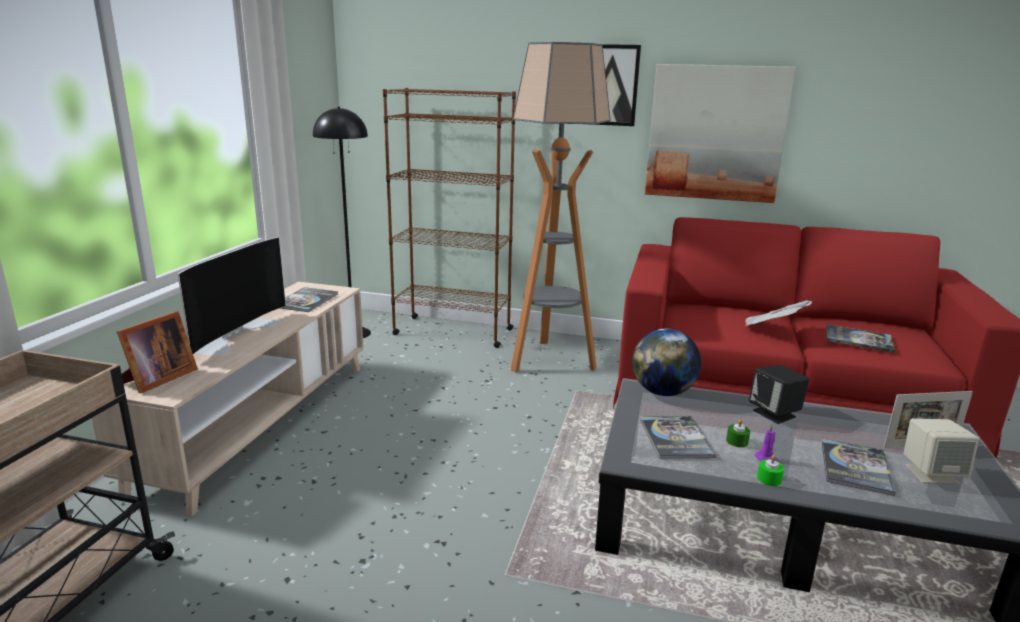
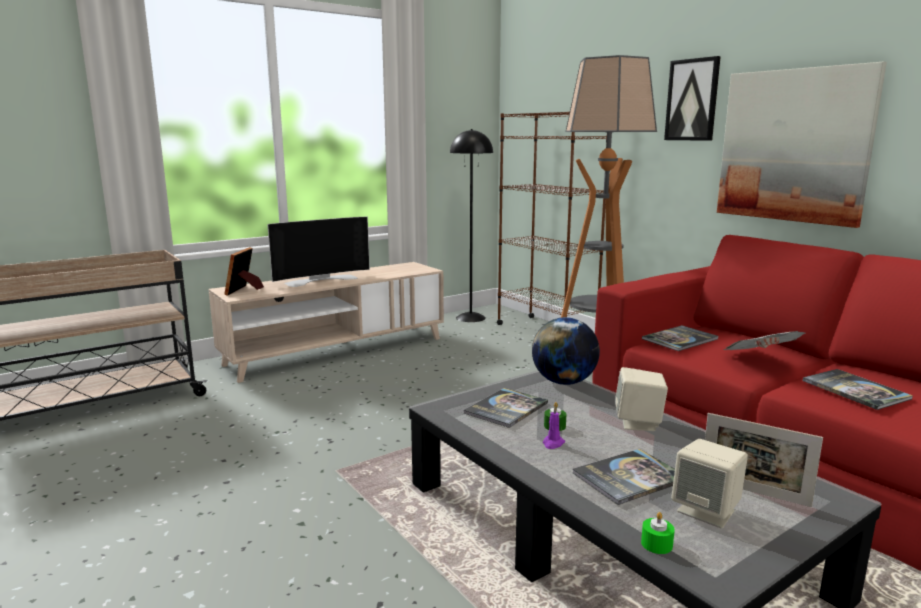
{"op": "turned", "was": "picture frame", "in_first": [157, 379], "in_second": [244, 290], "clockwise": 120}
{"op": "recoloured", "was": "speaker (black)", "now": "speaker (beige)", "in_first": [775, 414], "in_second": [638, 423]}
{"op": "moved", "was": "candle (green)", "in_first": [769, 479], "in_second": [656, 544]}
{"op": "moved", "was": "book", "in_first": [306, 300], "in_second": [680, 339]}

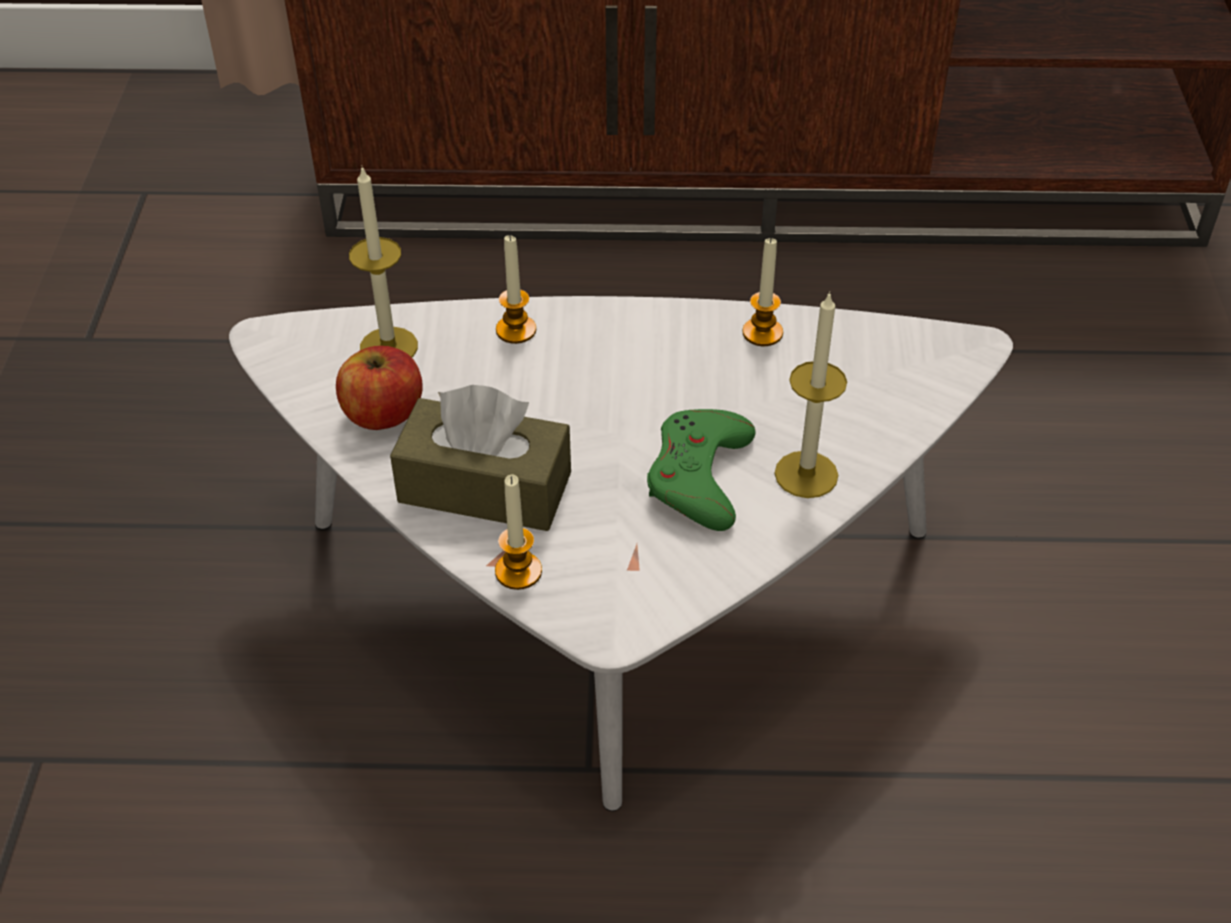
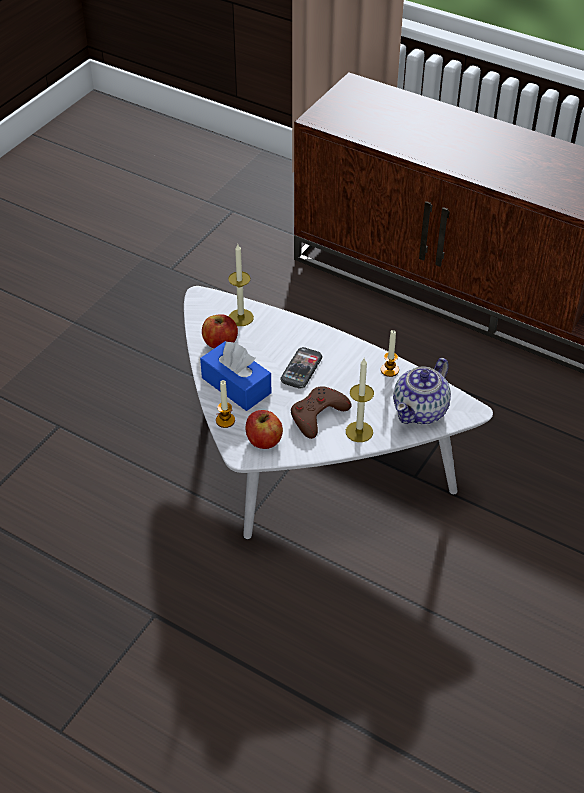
{"op": "recoloured", "was": "tissue box (brown)", "now": "tissue box (blue)", "in_first": [485, 487], "in_second": [236, 385]}
{"op": "added", "now": "apple", "in_second": [264, 440]}
{"op": "added", "now": "phone", "in_second": [301, 369]}
{"op": "recoloured", "was": "game controller (green)", "now": "game controller (brown)", "in_first": [699, 476], "in_second": [318, 415]}
{"op": "added", "now": "teapot", "in_second": [421, 410]}
{"op": "removed", "was": "candle", "in_first": [516, 330]}

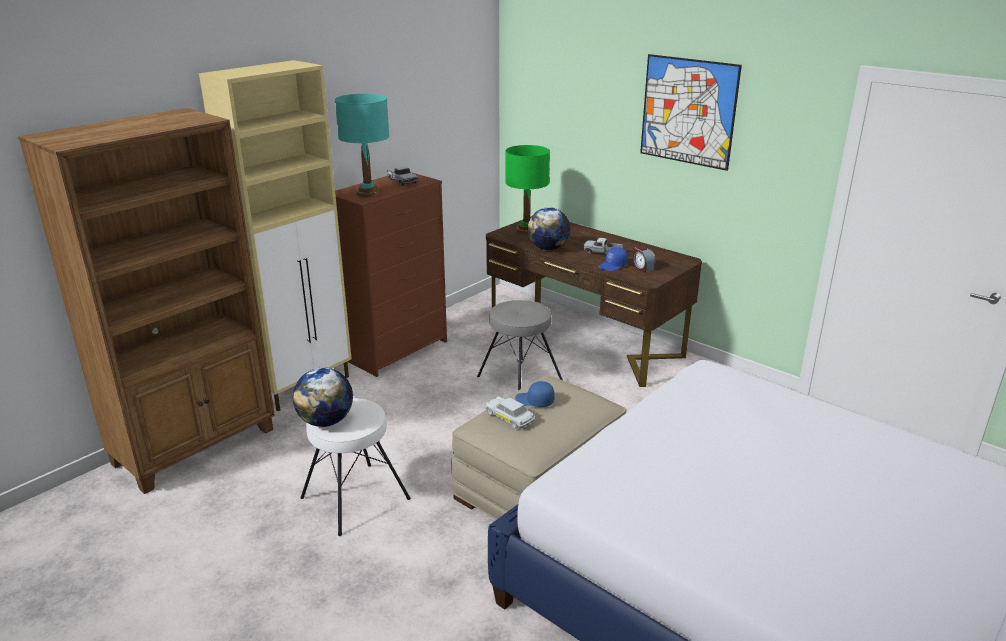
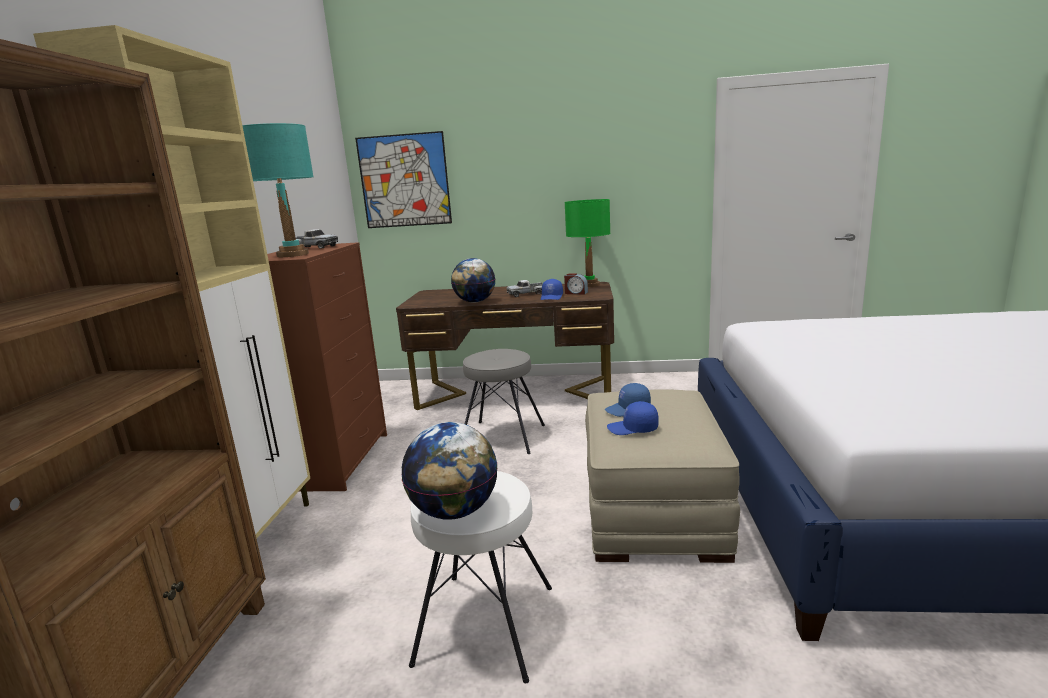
{"op": "moved", "was": "picture", "in_first": [688, 111], "in_second": [404, 181]}
{"op": "moved", "was": "table lamp (green)", "in_first": [526, 230], "in_second": [589, 285]}
{"op": "replaced", "was": "toy car (white)", "now": "cap (blue)", "in_first": [509, 418], "in_second": [633, 429]}

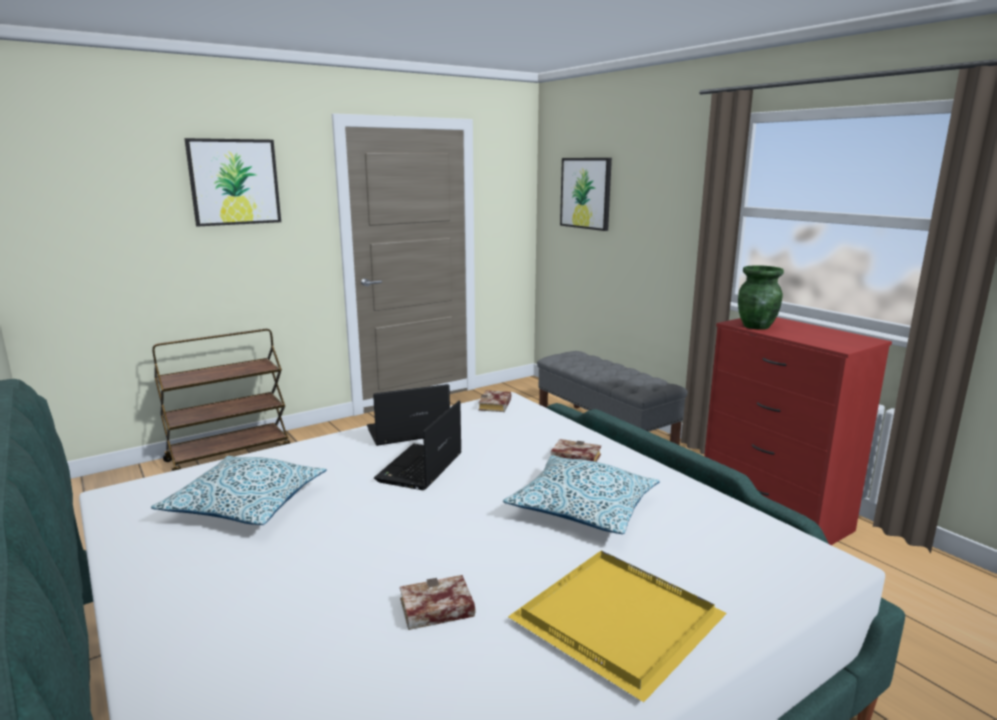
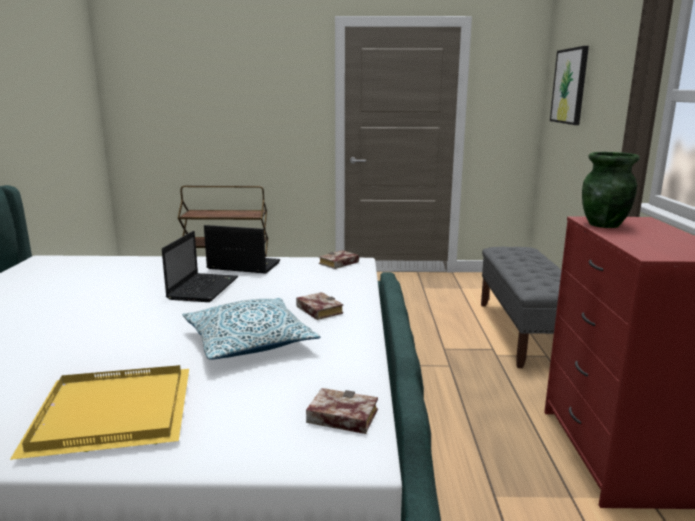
{"op": "turned", "was": "laptop", "in_first": [420, 469], "in_second": [203, 288], "clockwise": 135}
{"op": "moved", "was": "book", "in_first": [434, 611], "in_second": [339, 417]}
{"op": "removed", "was": "pillow", "in_first": [245, 505]}
{"op": "removed", "was": "picture", "in_first": [234, 182]}

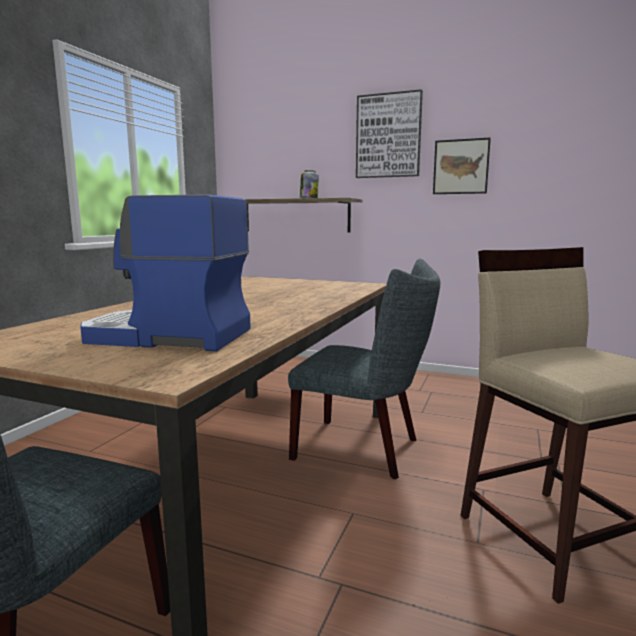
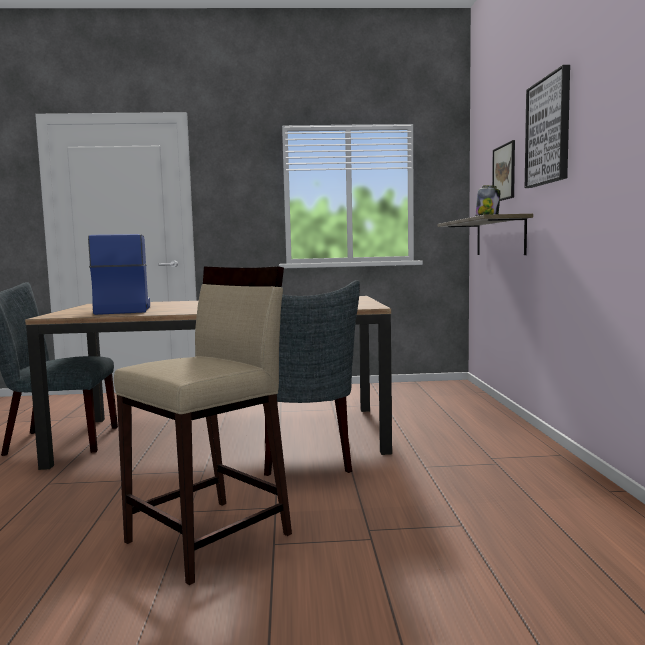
{"op": "moved", "was": "picture", "in_first": [461, 166], "in_second": [504, 172]}

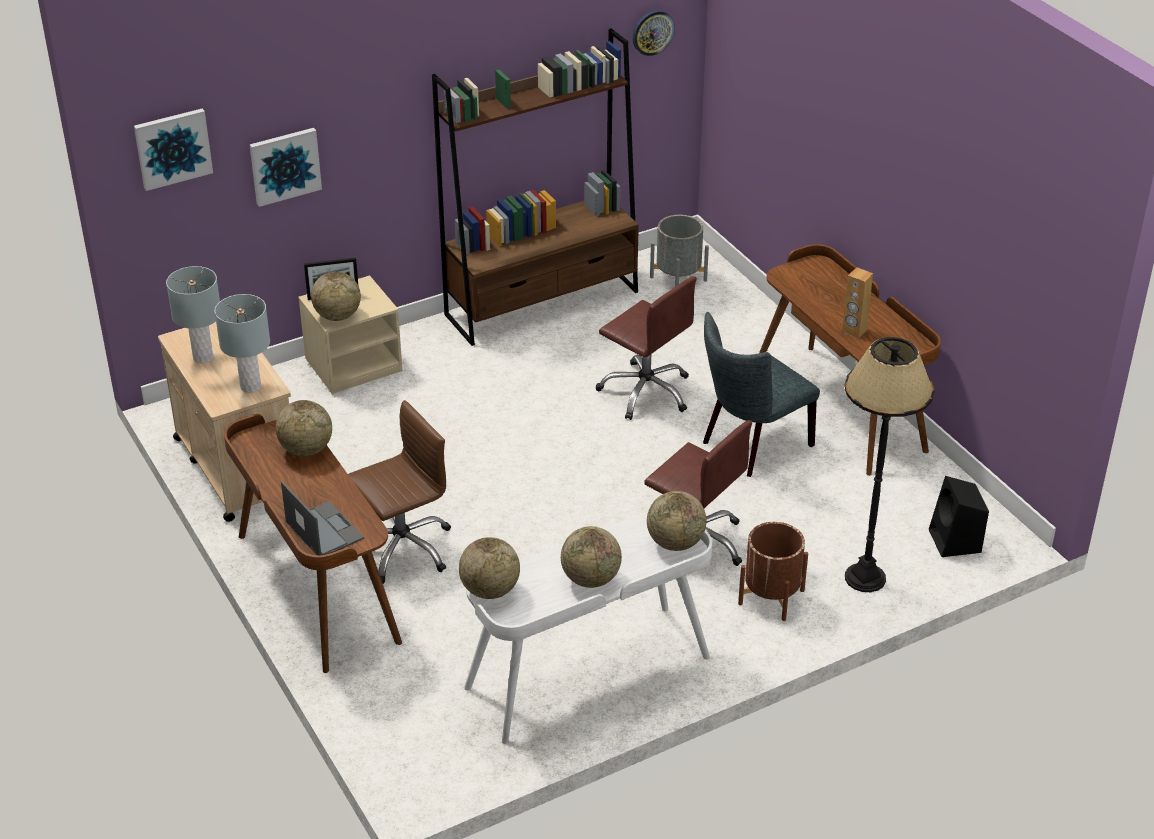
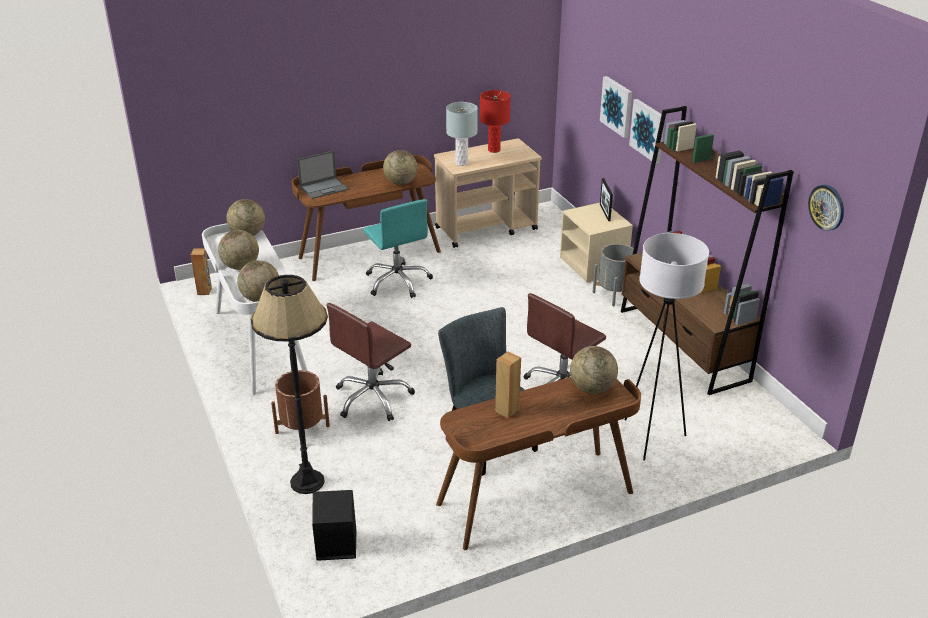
{"op": "added", "now": "speaker (brown)", "in_second": [204, 291]}
{"op": "recoloured", "was": "office chair (brown)", "now": "office chair (turquoise)", "in_first": [402, 548], "in_second": [398, 281]}
{"op": "recoloured", "was": "table lamp (grey)", "now": "table lamp (red)", "in_first": [203, 357], "in_second": [493, 150]}
{"op": "moved", "was": "globe", "in_first": [337, 316], "in_second": [592, 388]}
{"op": "moved", "was": "planter (grey)", "in_first": [678, 279], "in_second": [614, 294]}
{"op": "added", "now": "floor lamp (white)", "in_second": [650, 437]}
{"op": "moved", "was": "picture", "in_first": [173, 148], "in_second": [648, 130]}

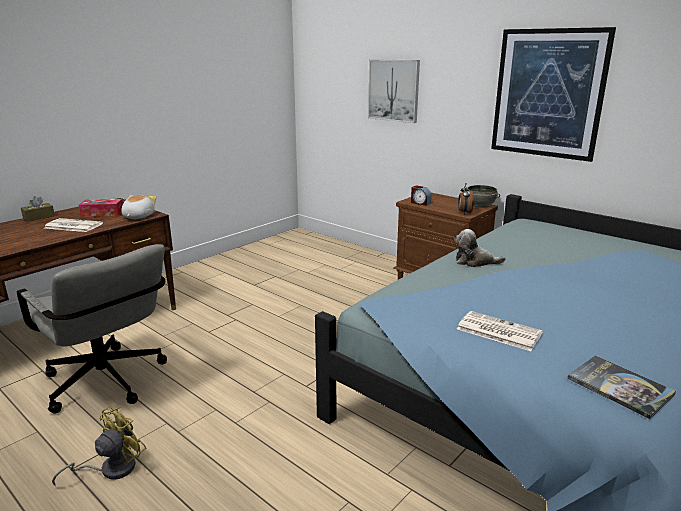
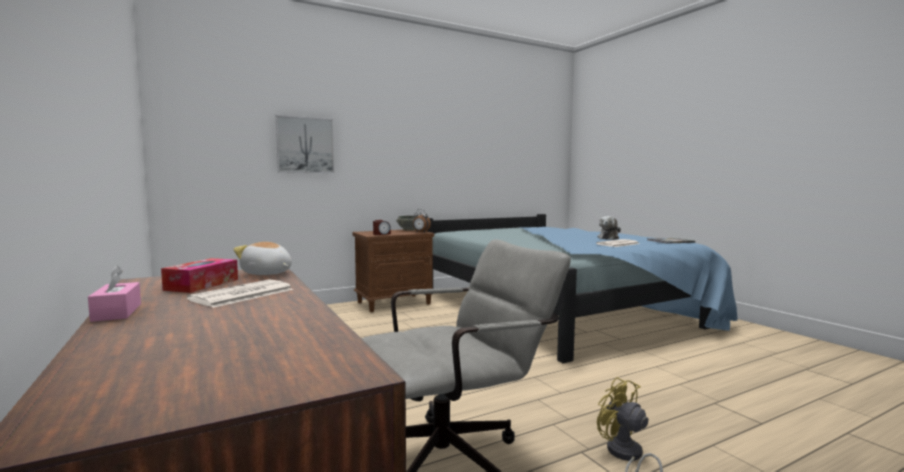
{"op": "recoloured", "was": "tissue box (brown)", "now": "tissue box (pink)", "in_first": [39, 217], "in_second": [117, 312]}
{"op": "moved", "was": "plush toy", "in_first": [474, 262], "in_second": [608, 238]}
{"op": "removed", "was": "picture", "in_first": [548, 94]}

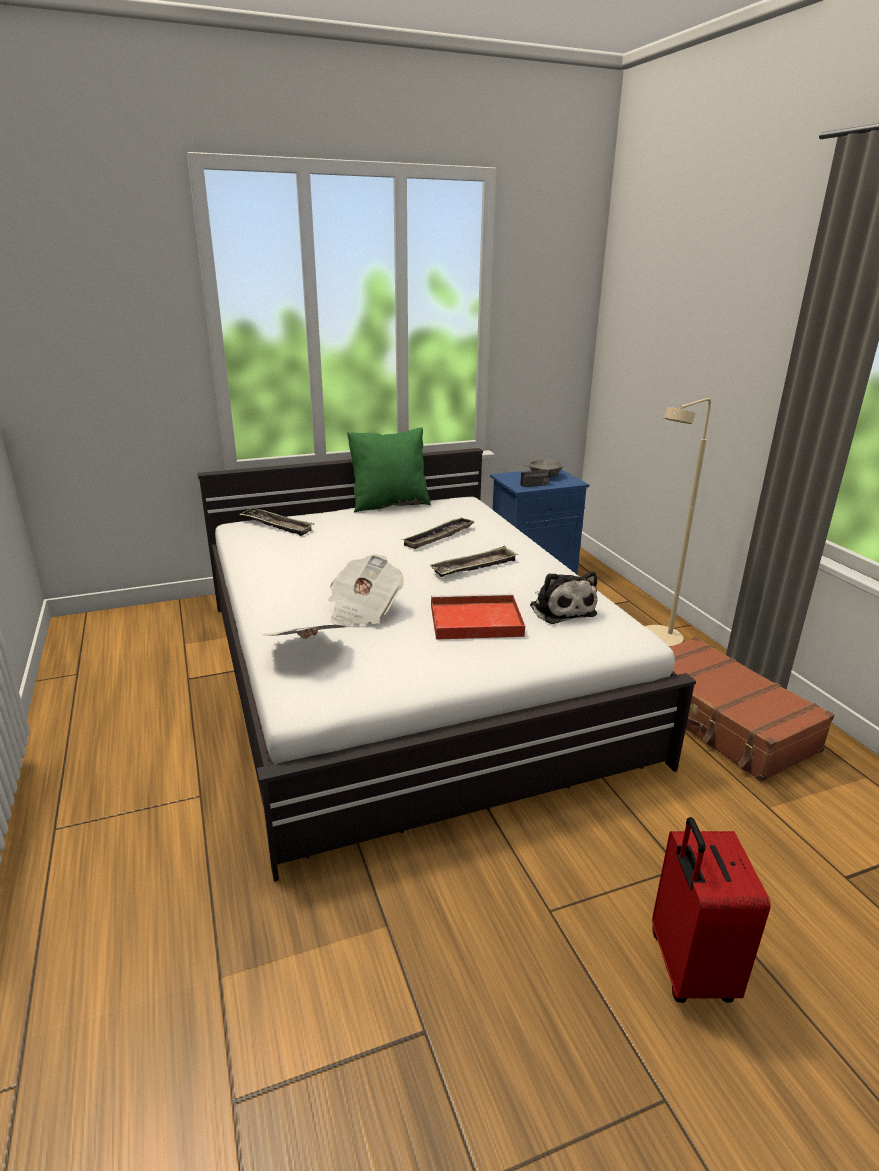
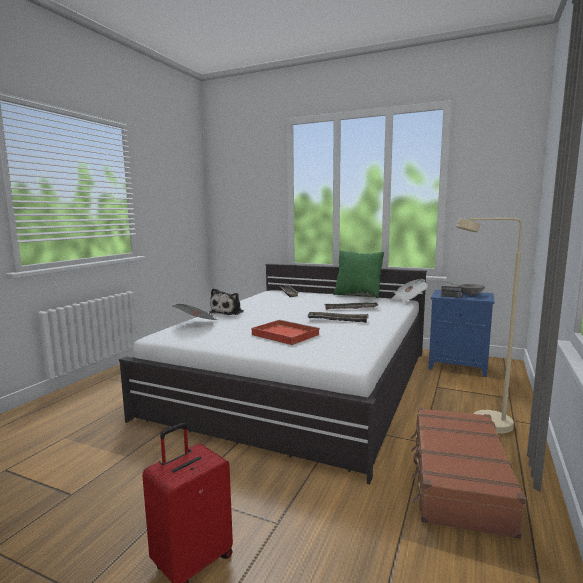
{"op": "moved", "was": "plush toy", "in_first": [561, 609], "in_second": [228, 312]}
{"op": "moved", "was": "newspaper", "in_first": [363, 610], "in_second": [407, 300]}

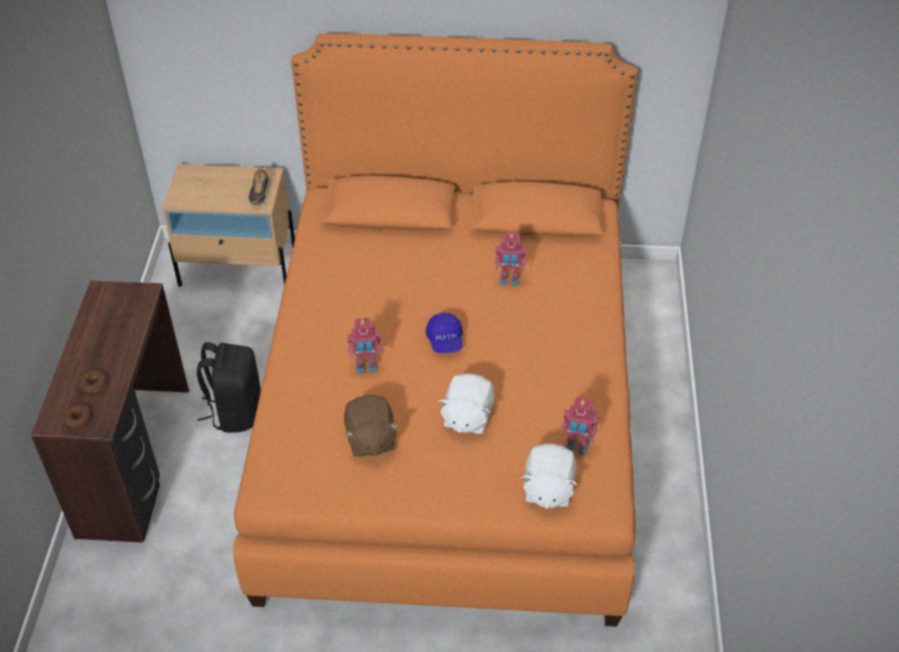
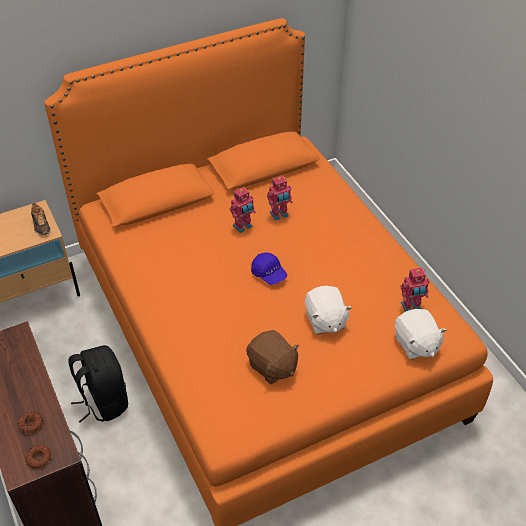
{"op": "moved", "was": "toy robot", "in_first": [366, 367], "in_second": [243, 227]}

